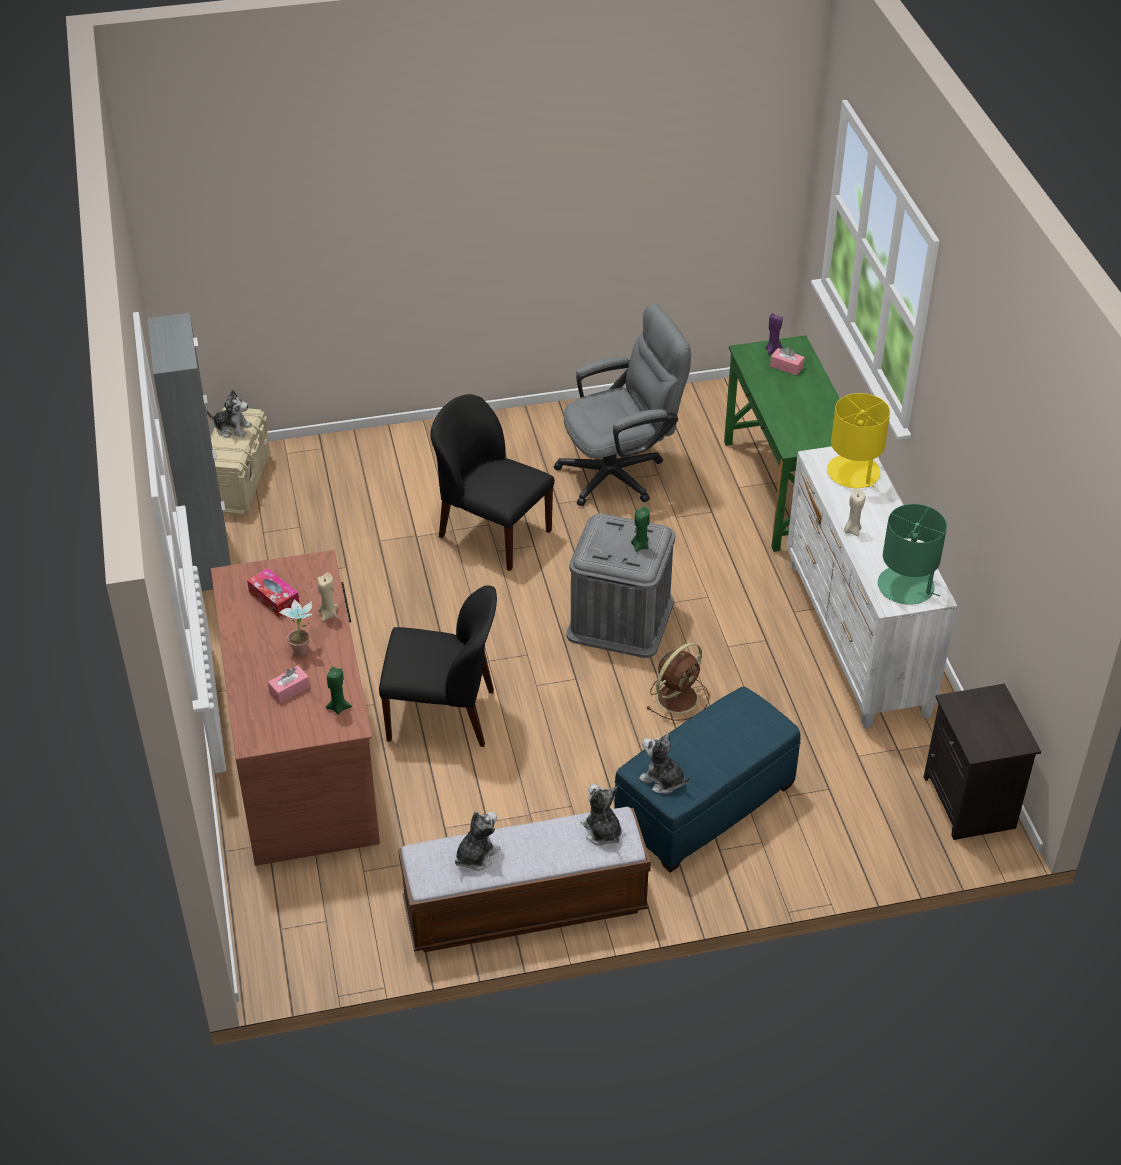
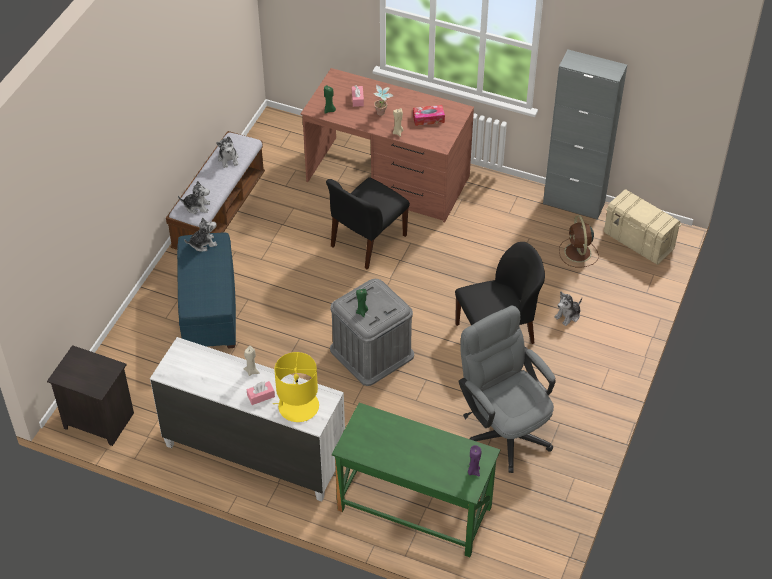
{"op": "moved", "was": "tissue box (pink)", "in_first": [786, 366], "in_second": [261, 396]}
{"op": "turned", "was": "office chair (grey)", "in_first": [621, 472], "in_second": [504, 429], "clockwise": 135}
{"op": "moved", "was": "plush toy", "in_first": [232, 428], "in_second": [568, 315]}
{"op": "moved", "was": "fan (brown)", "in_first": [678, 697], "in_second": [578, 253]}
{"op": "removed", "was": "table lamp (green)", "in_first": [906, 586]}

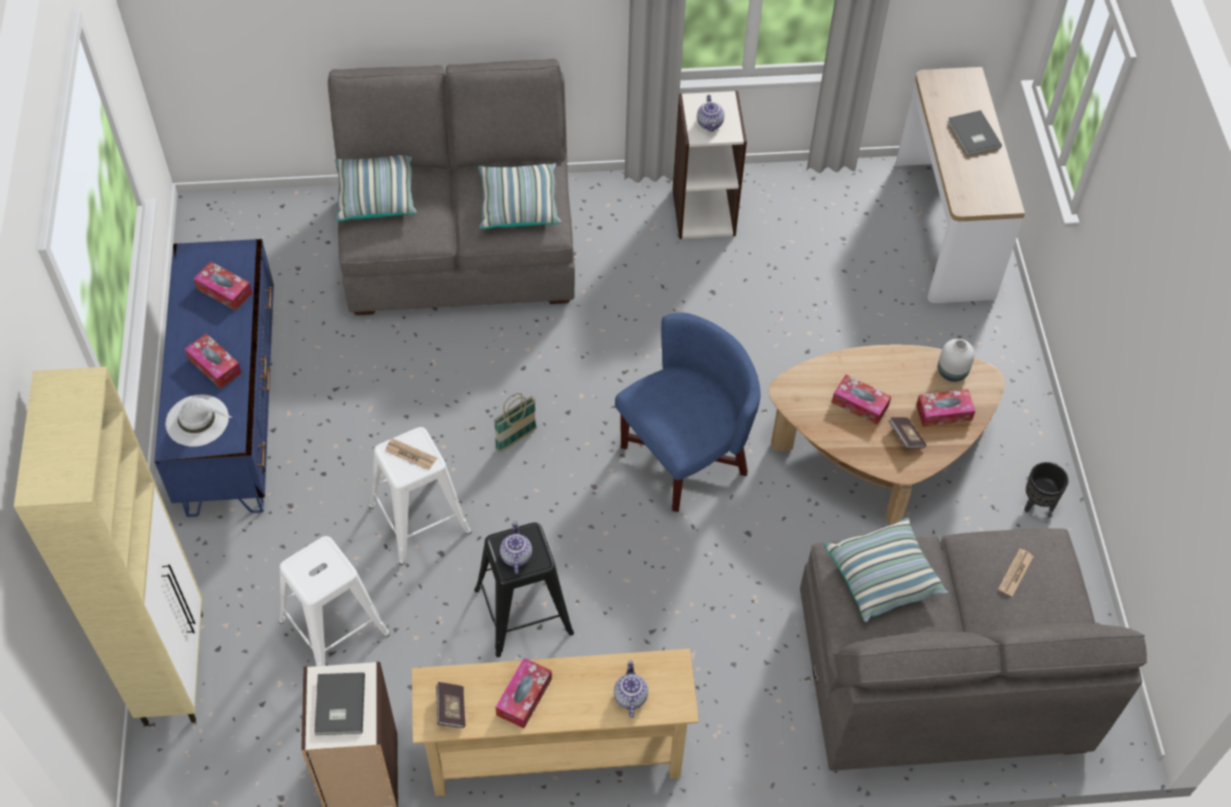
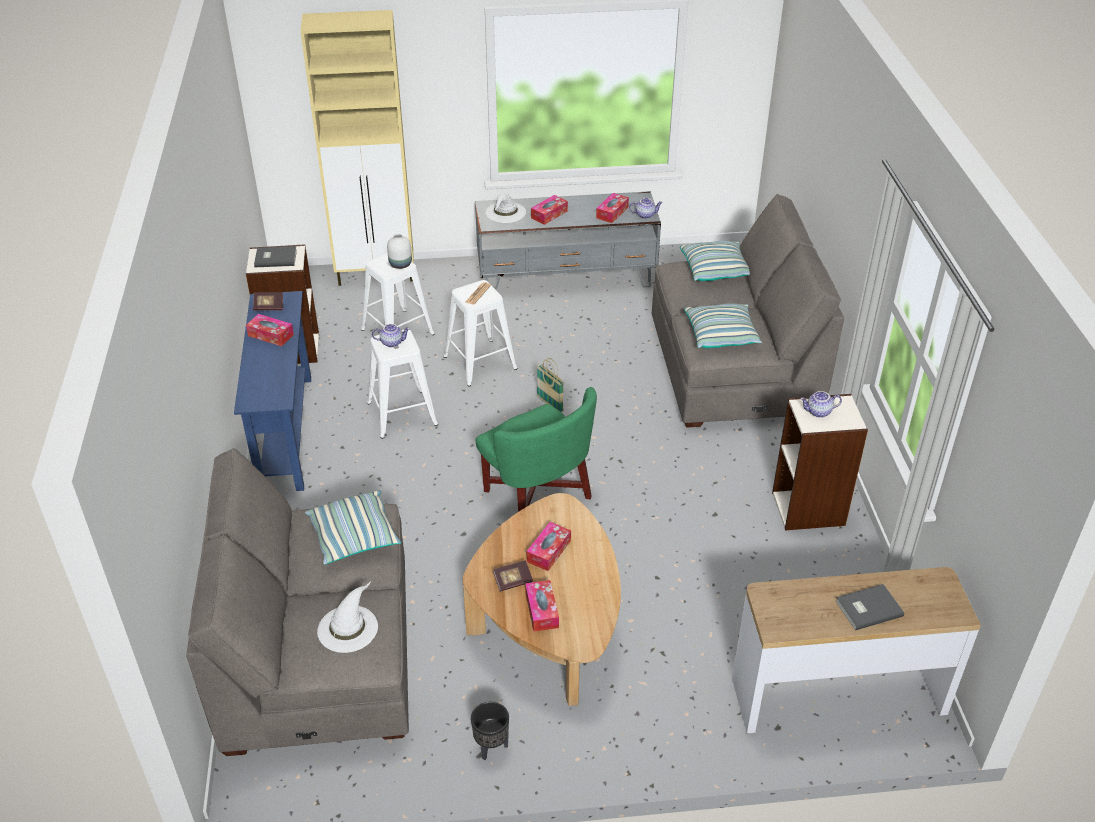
{"op": "recoloured", "was": "console table (beige)", "now": "console table (blue)", "in_first": [556, 759], "in_second": [285, 432]}
{"op": "replaced", "was": "newspaper", "now": "hat (white)", "in_first": [1015, 573], "in_second": [348, 627]}
{"op": "recoloured", "was": "stool (black)", "now": "stool (white)", "in_first": [523, 612], "in_second": [401, 413]}
{"op": "moved", "was": "vase (white)", "in_first": [953, 372], "in_second": [400, 264]}
{"op": "recoloured", "was": "tv stand (blue)", "now": "tv stand (grey)", "in_first": [232, 410], "in_second": [566, 278]}
{"op": "recoloured", "was": "armchair (blue)", "now": "armchair (green)", "in_first": [684, 457], "in_second": [537, 496]}
{"op": "moved", "was": "teapot", "in_first": [629, 696], "in_second": [645, 215]}

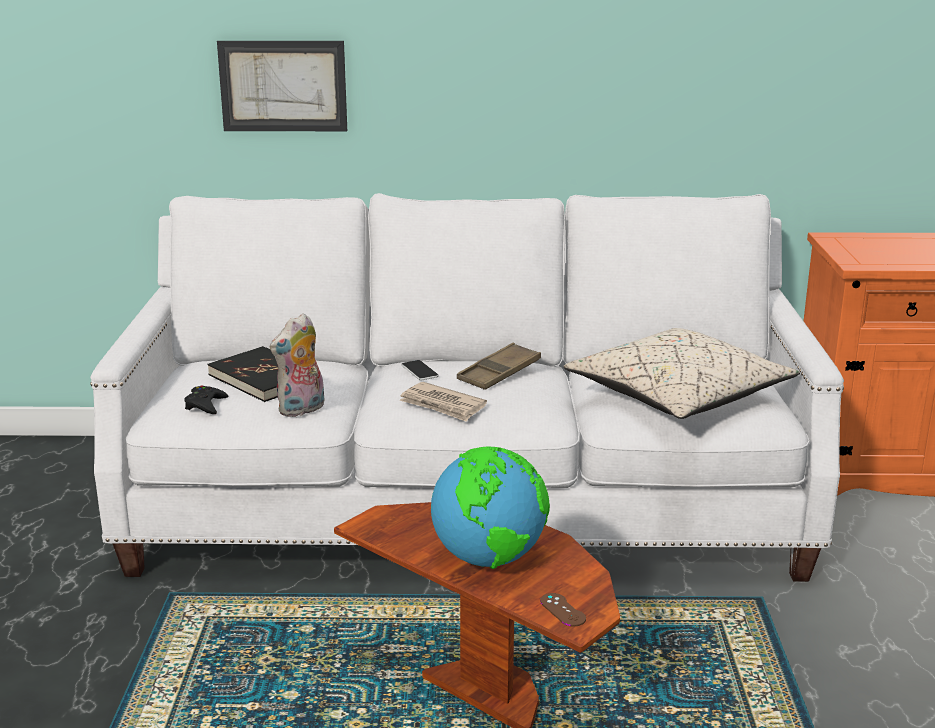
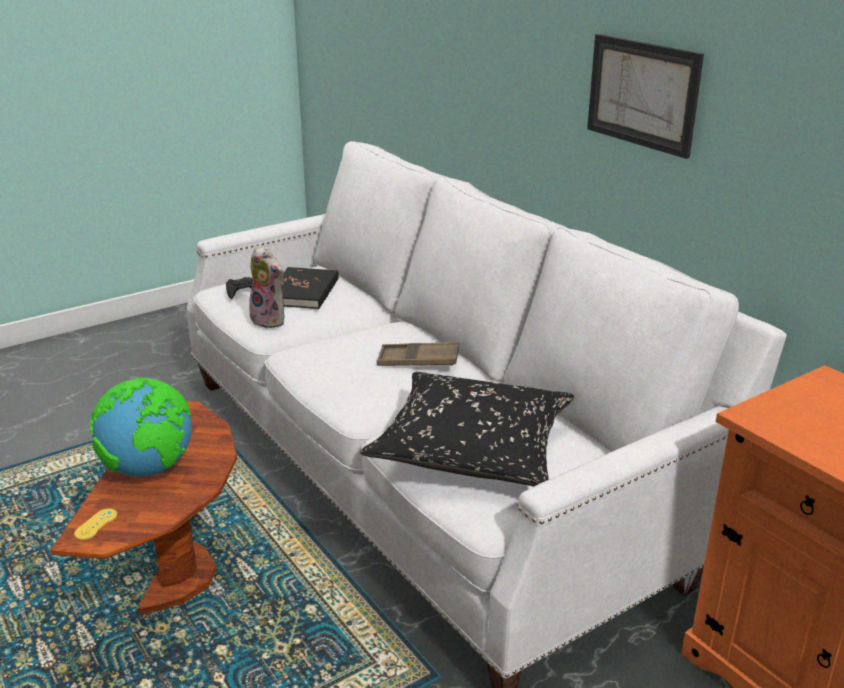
{"op": "recoloured", "was": "game controller (brown)", "now": "game controller (yellow)", "in_first": [562, 610], "in_second": [96, 524]}
{"op": "turned", "was": "plush toy", "in_first": [302, 410], "in_second": [271, 320], "clockwise": -150}
{"op": "recoloured", "was": "pillow (beige)", "now": "pillow (black)", "in_first": [677, 396], "in_second": [472, 449]}
{"op": "moved", "was": "picture", "in_first": [283, 86], "in_second": [642, 94]}
{"op": "removed", "was": "newspaper", "in_first": [442, 405]}
{"op": "removed", "was": "phone", "in_first": [419, 371]}

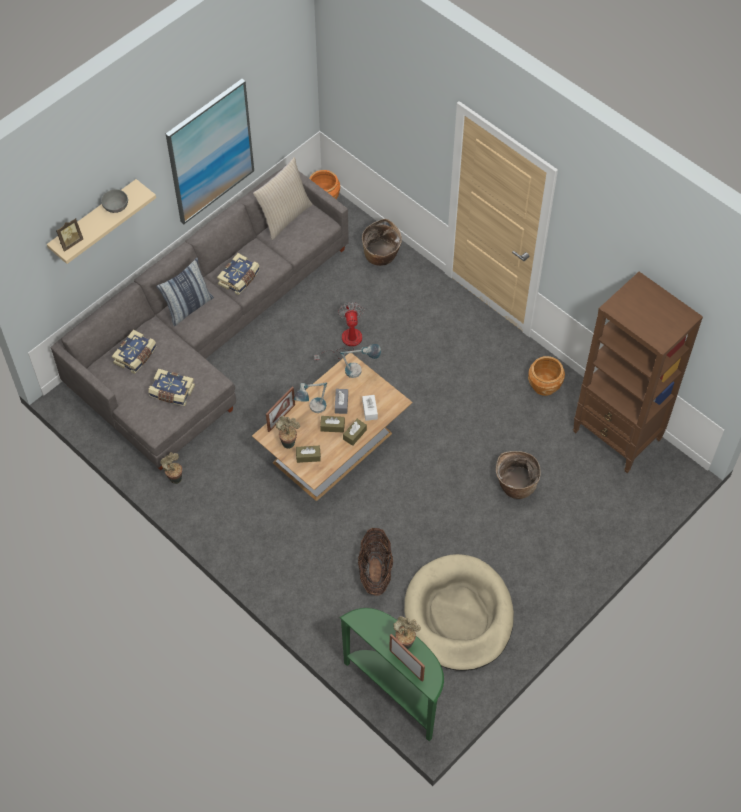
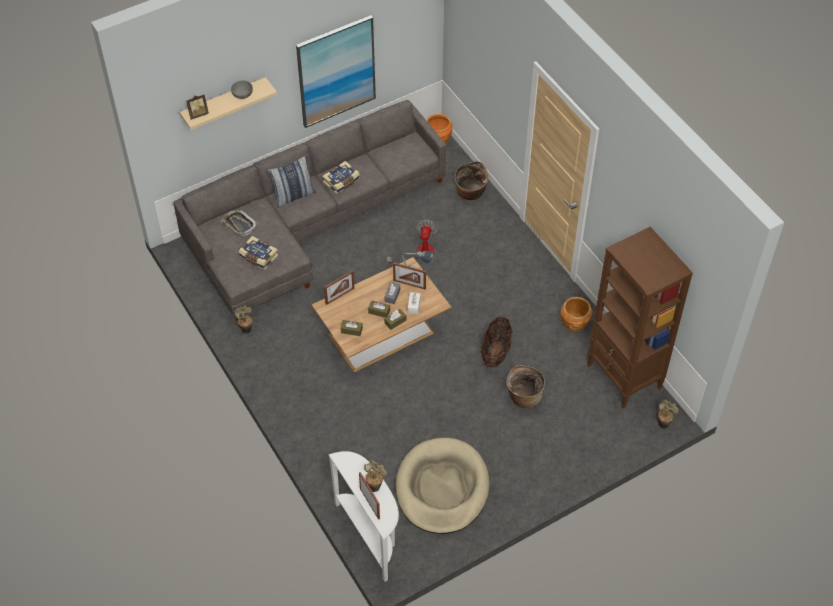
{"op": "replaced", "was": "book", "now": "tray", "in_first": [136, 356], "in_second": [239, 224]}
{"op": "recoloured", "was": "console table (green)", "now": "console table (white)", "in_first": [396, 691], "in_second": [370, 535]}
{"op": "added", "now": "picture frame", "in_second": [409, 284]}
{"op": "moved", "was": "basket", "in_first": [375, 571], "in_second": [495, 353]}
{"op": "moved", "was": "potted plant", "in_first": [288, 442], "in_second": [663, 423]}
{"op": "removed", "was": "pillow (beige)", "in_first": [284, 217]}
{"op": "removed", "was": "table lamp", "in_first": [312, 410]}

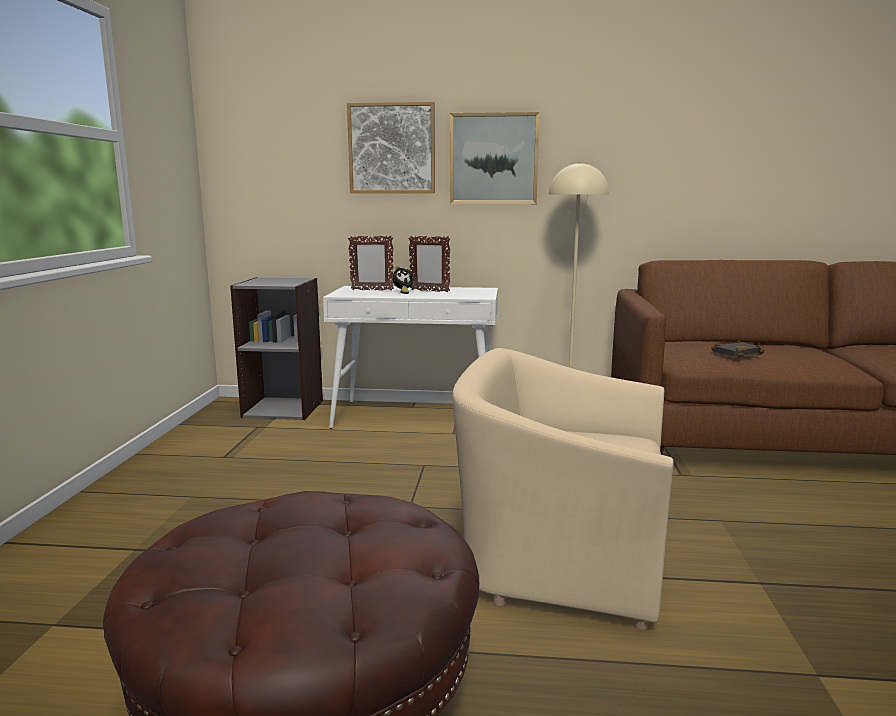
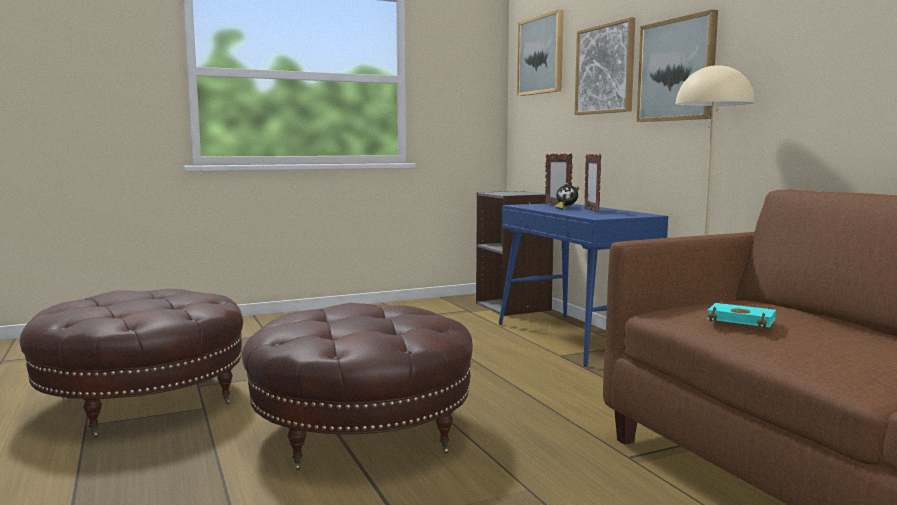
{"op": "replaced", "was": "armchair (beige)", "now": "ottoman (brown)", "in_first": [560, 557], "in_second": [362, 431]}
{"op": "recoloured", "was": "console table (white)", "now": "console table (blue)", "in_first": [416, 417], "in_second": [575, 338]}
{"op": "added", "now": "picture", "in_second": [541, 55]}
{"op": "recoloured", "was": "book (black)", "now": "book (turquoise)", "in_first": [736, 353], "in_second": [743, 320]}

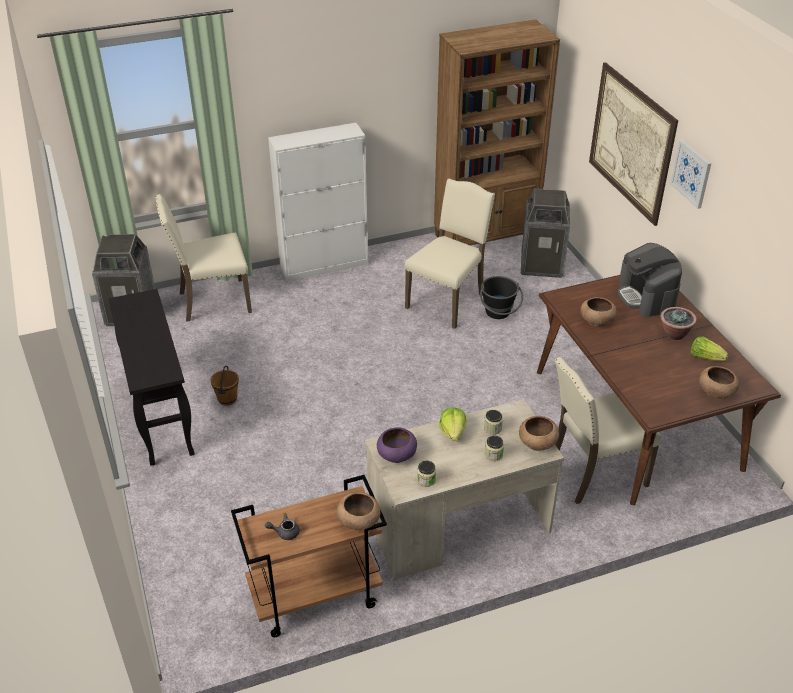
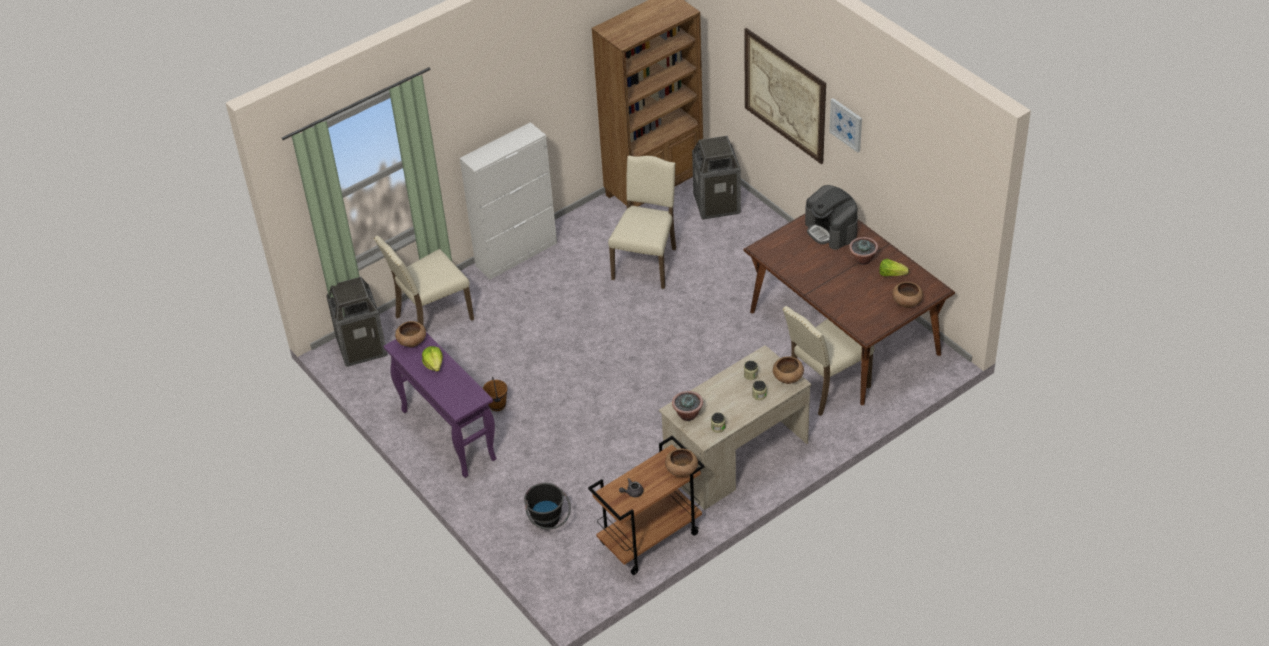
{"op": "recoloured", "was": "console table (black)", "now": "console table (purple)", "in_first": [160, 415], "in_second": [447, 434]}
{"op": "moved", "was": "bowl (brown)", "in_first": [596, 320], "in_second": [411, 341]}
{"op": "moved", "was": "lettuce", "in_first": [453, 431], "in_second": [434, 364]}
{"op": "moved", "was": "bucket (black)", "in_first": [499, 315], "in_second": [548, 522]}
{"op": "replaced", "was": "bowl (purple)", "now": "potted plant", "in_first": [396, 455], "in_second": [687, 414]}

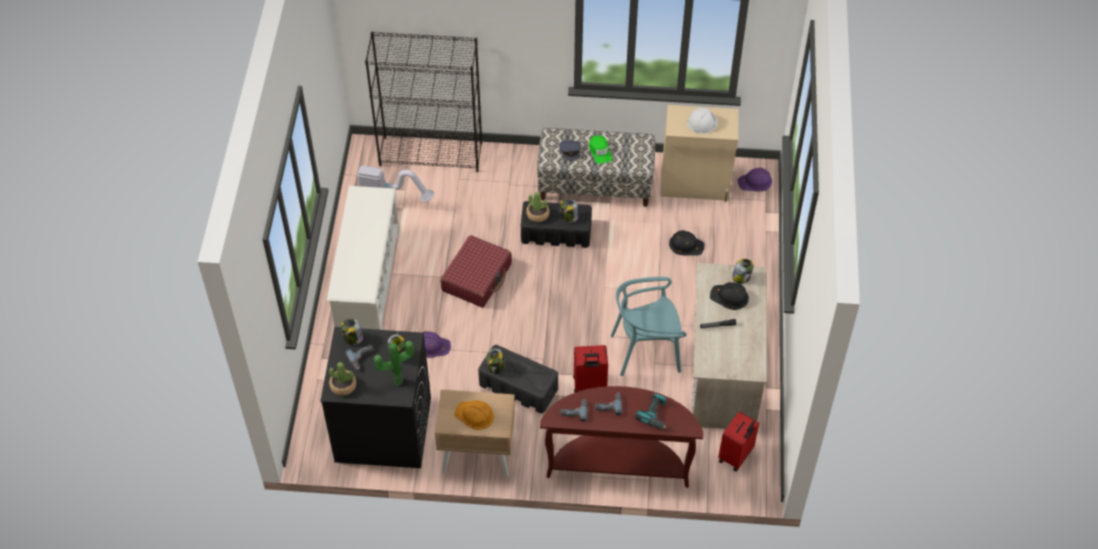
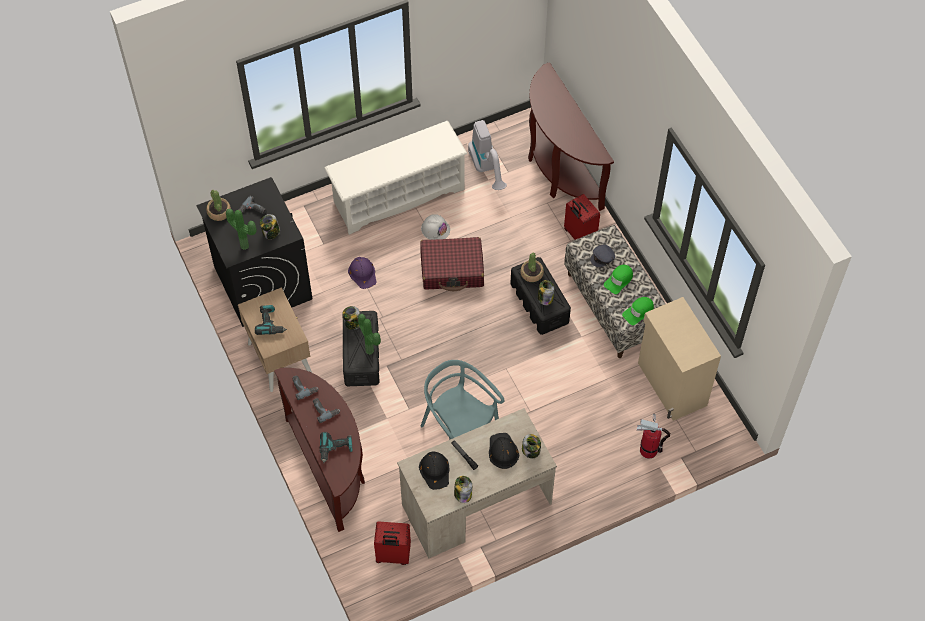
{"op": "replaced", "was": "hard hat (orange)", "now": "power drill", "in_first": [474, 415], "in_second": [270, 323]}
{"op": "added", "now": "potted plant", "in_second": [371, 350]}
{"op": "moved", "was": "hard hat (black)", "in_first": [686, 245], "in_second": [435, 470]}
{"op": "moved", "was": "hard hat (white)", "in_first": [702, 122], "in_second": [435, 229]}
{"op": "moved", "was": "jar", "in_first": [352, 338], "in_second": [462, 494]}
{"op": "replaced", "was": "bookcase (black)", "now": "console table (brown)", "in_first": [431, 154], "in_second": [559, 170]}
{"op": "moved", "was": "suitcase (red)", "in_first": [589, 384], "in_second": [579, 235]}
{"op": "added", "now": "cap (green)", "in_second": [638, 312]}
{"op": "added", "now": "fire extinguisher", "in_second": [648, 450]}
{"op": "removed", "was": "hard hat (purple)", "in_first": [755, 182]}

